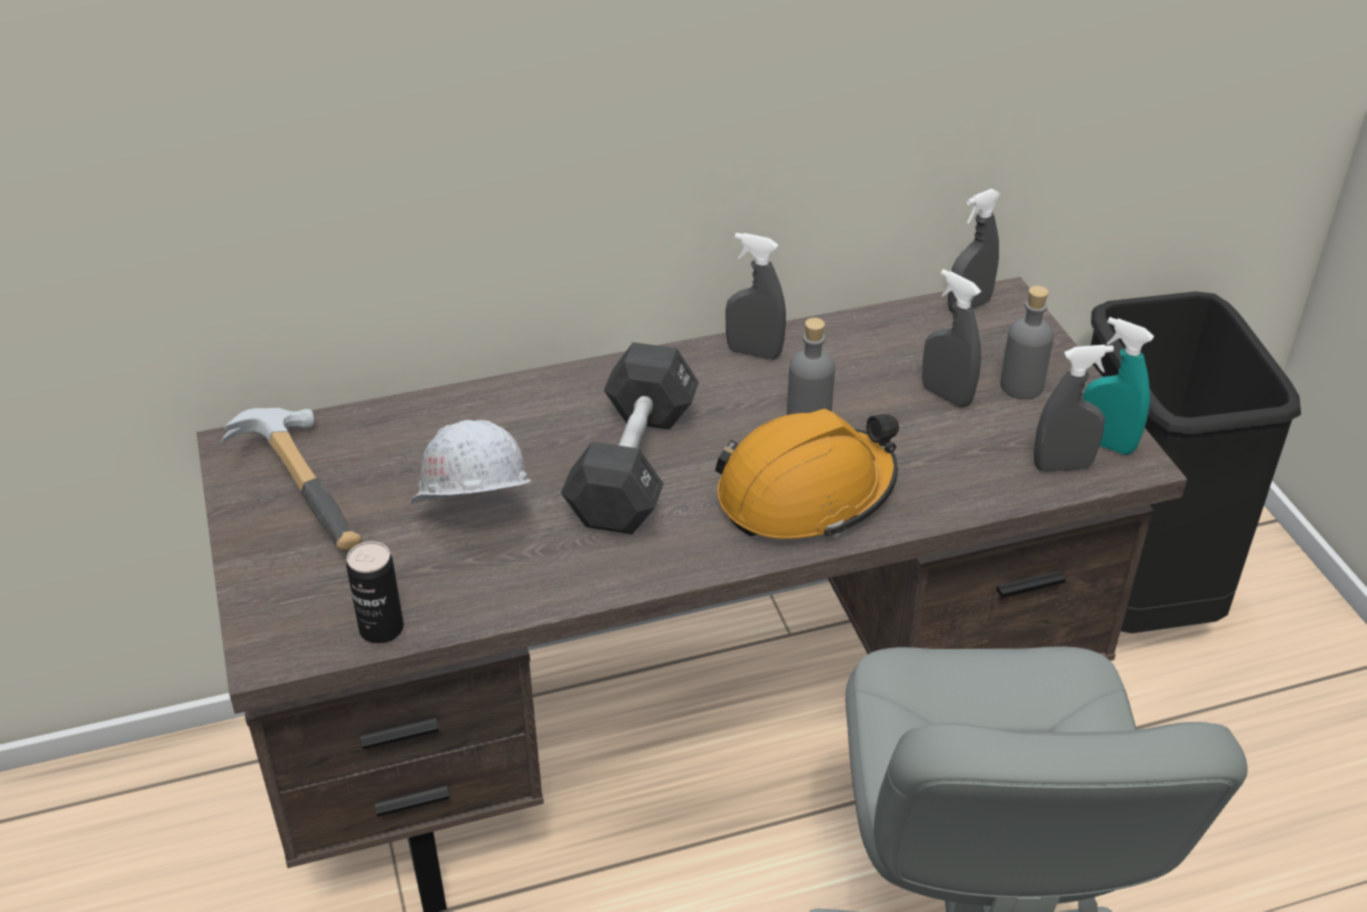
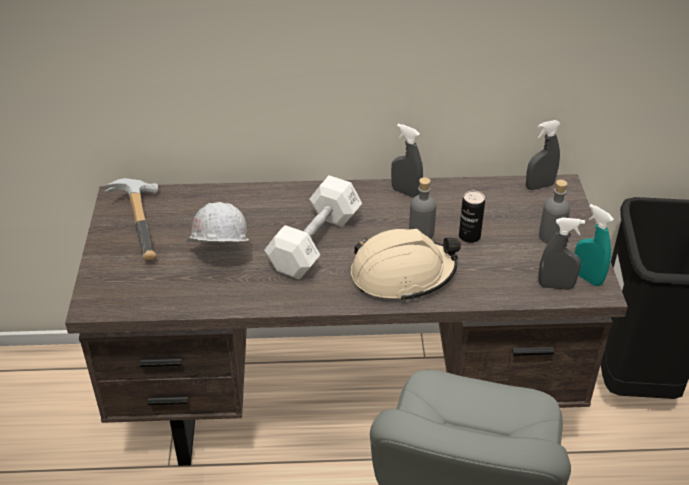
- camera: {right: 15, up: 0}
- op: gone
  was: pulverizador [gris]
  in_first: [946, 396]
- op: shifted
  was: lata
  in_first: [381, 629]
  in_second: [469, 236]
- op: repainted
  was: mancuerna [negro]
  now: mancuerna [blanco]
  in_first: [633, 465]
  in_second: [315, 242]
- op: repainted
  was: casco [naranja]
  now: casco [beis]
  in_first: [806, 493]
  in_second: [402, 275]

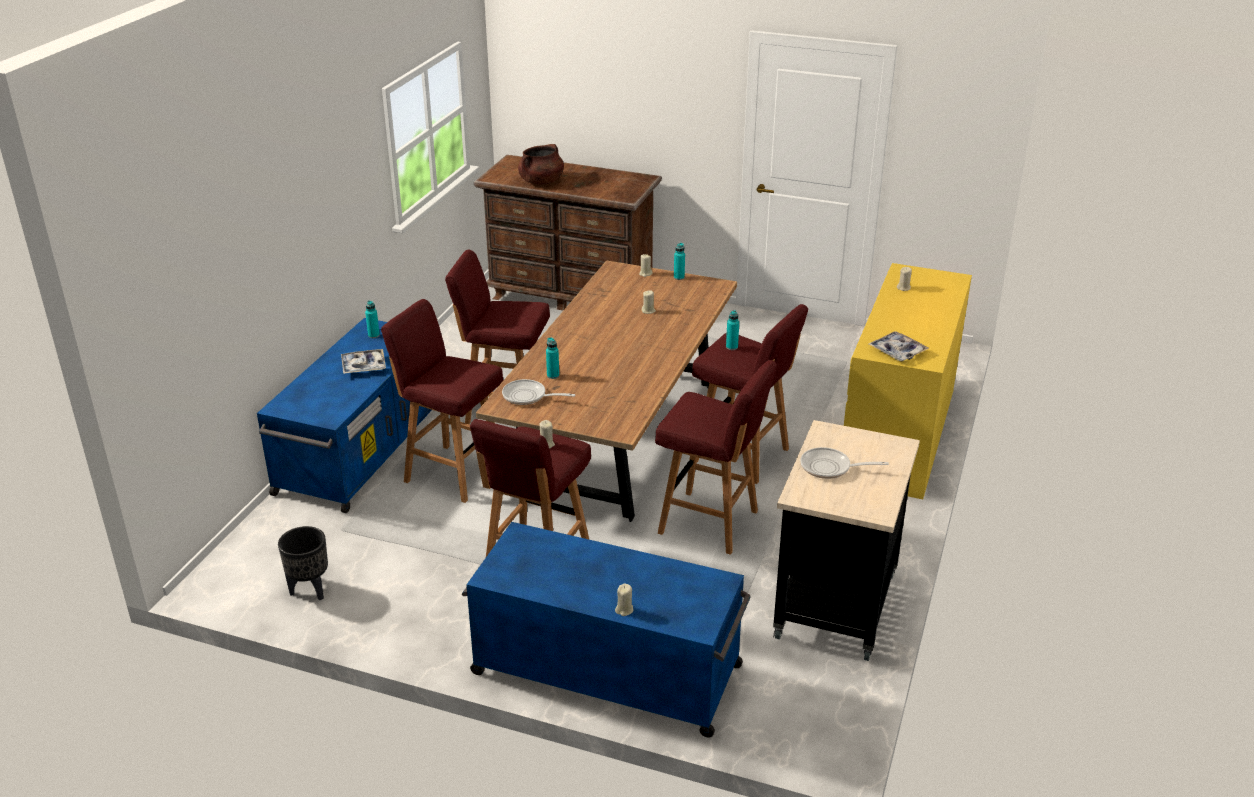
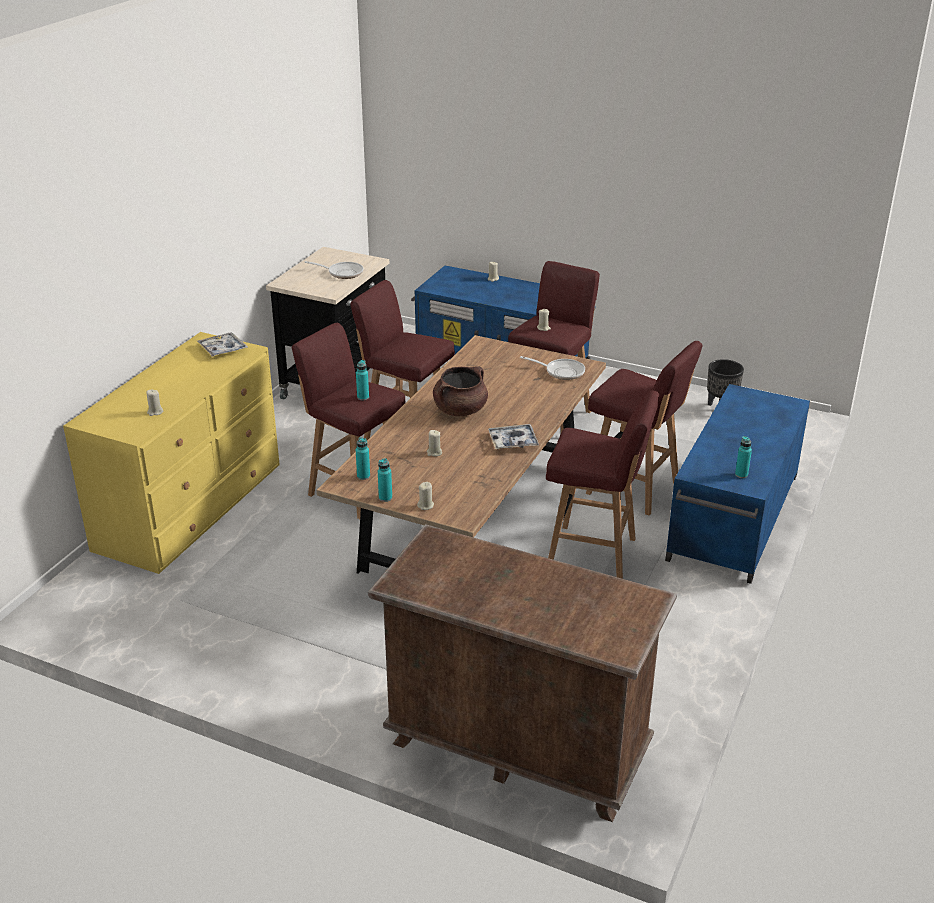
- camera: {right: -175, up: 0}
- op: shifted
  was: bandeja
  in_first: [363, 366]
  in_second: [513, 442]
- op: shifted
  was: olla [marrón]
  in_first: [541, 181]
  in_second: [460, 410]
- op: shifted
  was: botella [turquesa]
  in_first: [553, 375]
  in_second: [363, 476]

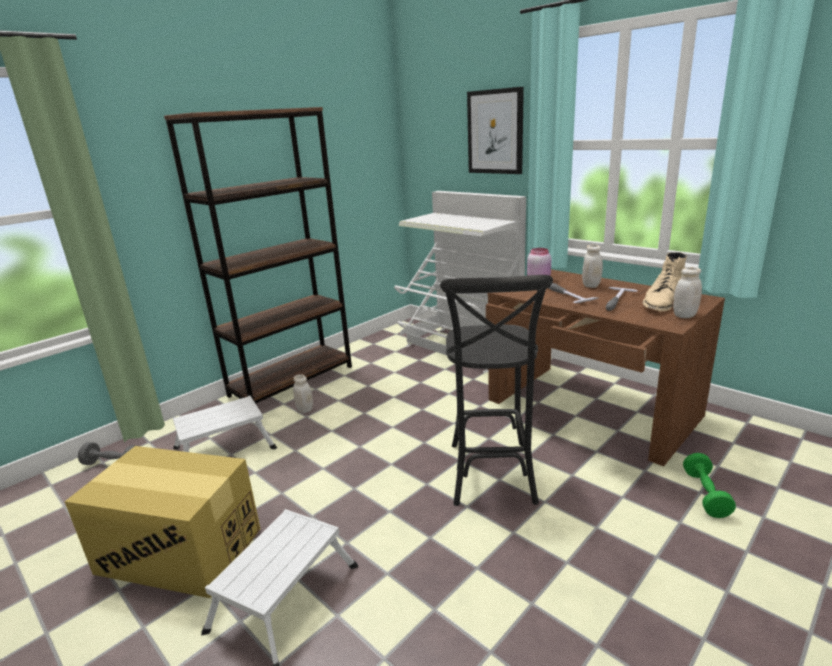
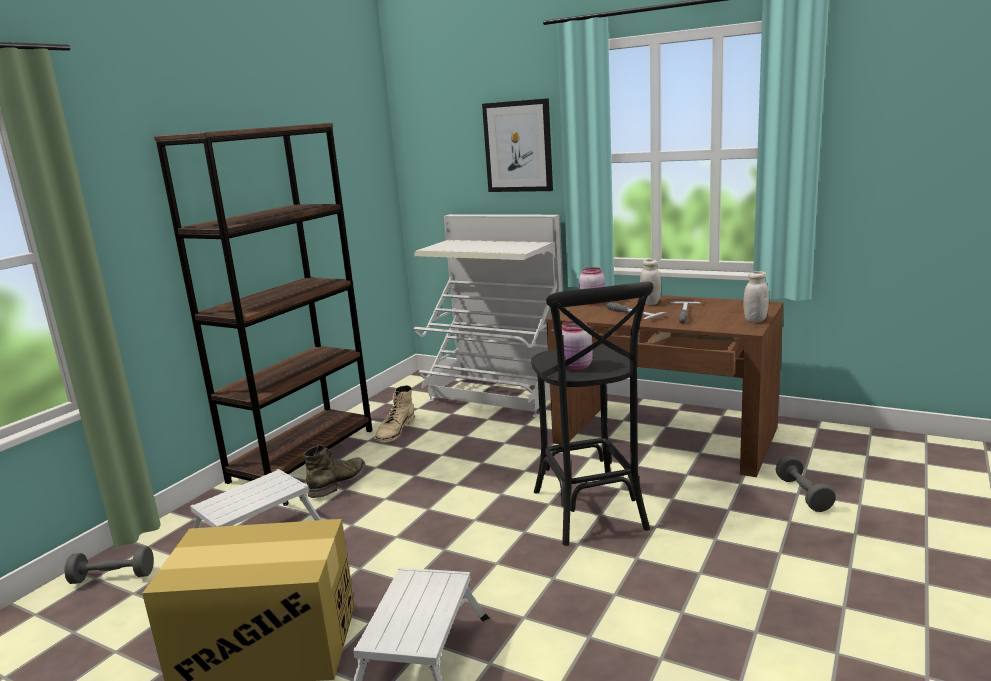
- camera: {right: -15, up: -5}
- op: new
  now: tarro [rosa]
  in_second: [575, 367]
- op: shifted
  was: bota [beis]
  in_first: [661, 302]
  in_second: [395, 431]
- op: swapped
  was: tarro [blanco]
  now: bota [verde]
  in_first: [305, 409]
  in_second: [338, 482]
- op: repainted
  was: mancuerna [verde]
  now: mancuerna [gris]
  in_first: [705, 494]
  in_second: [803, 494]

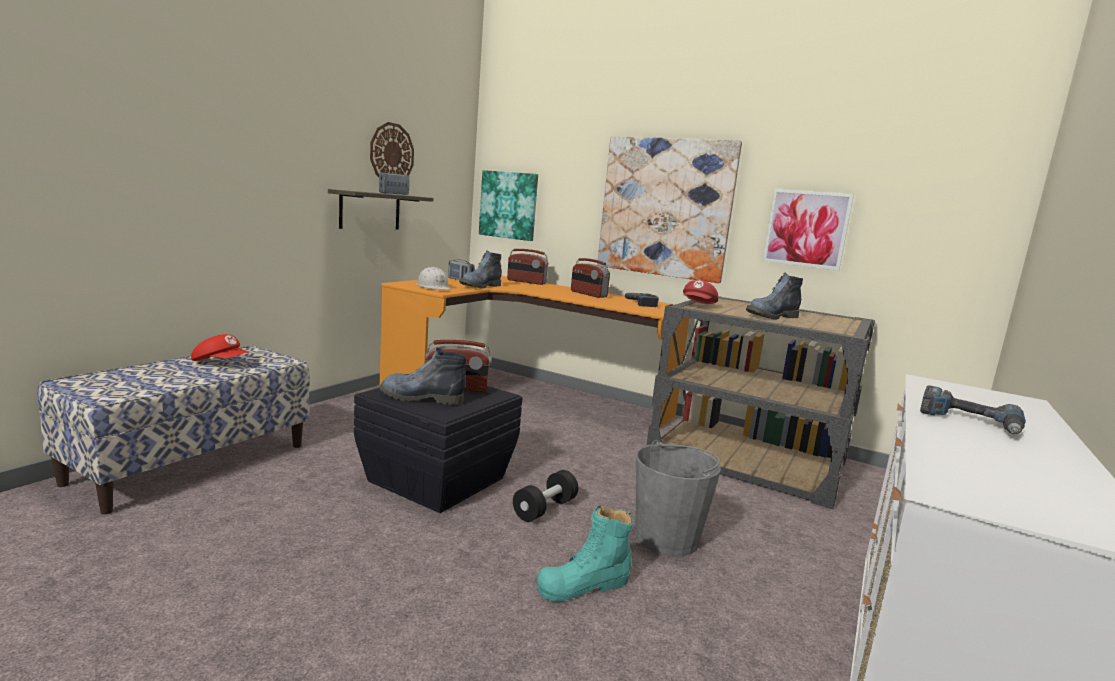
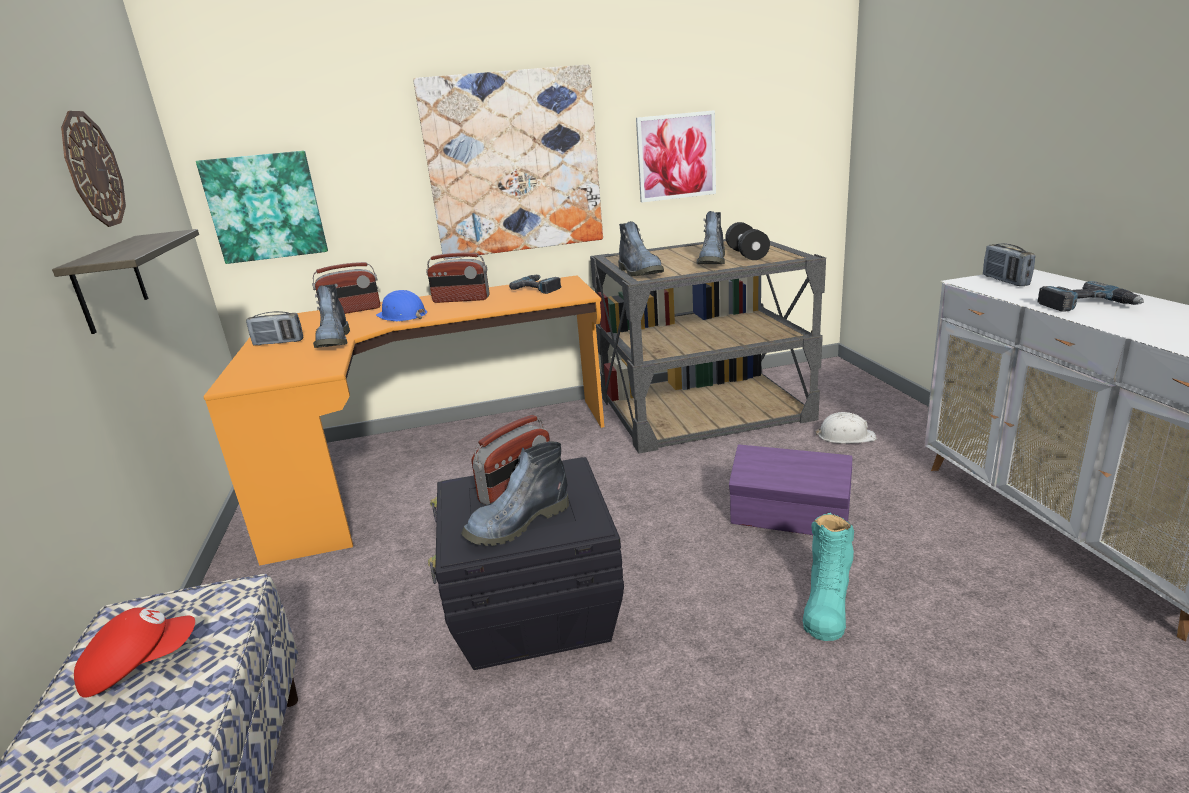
- camera: {right: -40, up: 10}
- op: new
  now: casco [azul]
  in_second: [402, 316]
- op: shifted
  was: radio
  in_first: [394, 194]
  in_second: [1005, 281]
- op: shifted
  was: casco [blanco]
  in_first: [433, 287]
  in_second: [845, 436]
- op: shifted
  was: mancuerna [negro]
  in_first: [545, 509]
  in_second: [746, 254]
- op: swapped
  was: cubo [gris]
  now: caja de almacenaje [morado]
  in_first: [667, 538]
  in_second: [790, 519]
- op: swapped
  was: gorra [rojo]
  now: bota
  in_first: [698, 305]
  in_second: [640, 272]

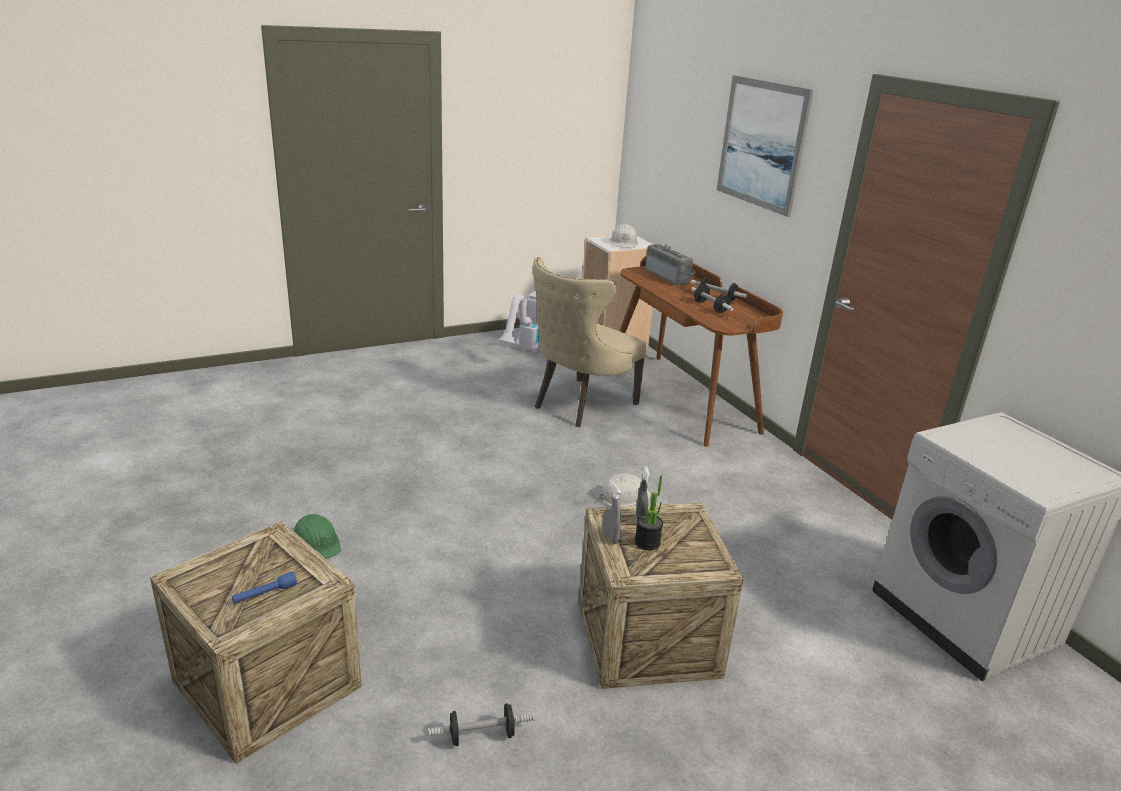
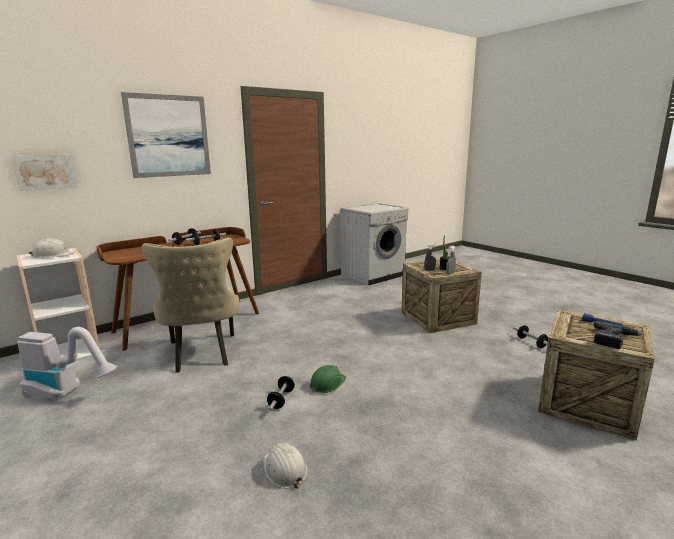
- camera: {right: -100, up: -10}
- op: gone
  was: radio
  in_first: [669, 276]
- op: new
  now: cuadro
  in_second: [45, 172]
- op: new
  now: mancuerna
  in_second: [281, 399]
- op: new
  now: taladro
  in_second: [614, 339]
- op: shifted
  was: casco [verde]
  in_first: [317, 543]
  in_second: [327, 383]
- op: shifted
  was: casco [blanco]
  in_first: [624, 496]
  in_second: [284, 469]
- op: rotated
  was: silla [beis]
  in_first: [580, 405]
  in_second: [202, 354]
  clockwise: 45

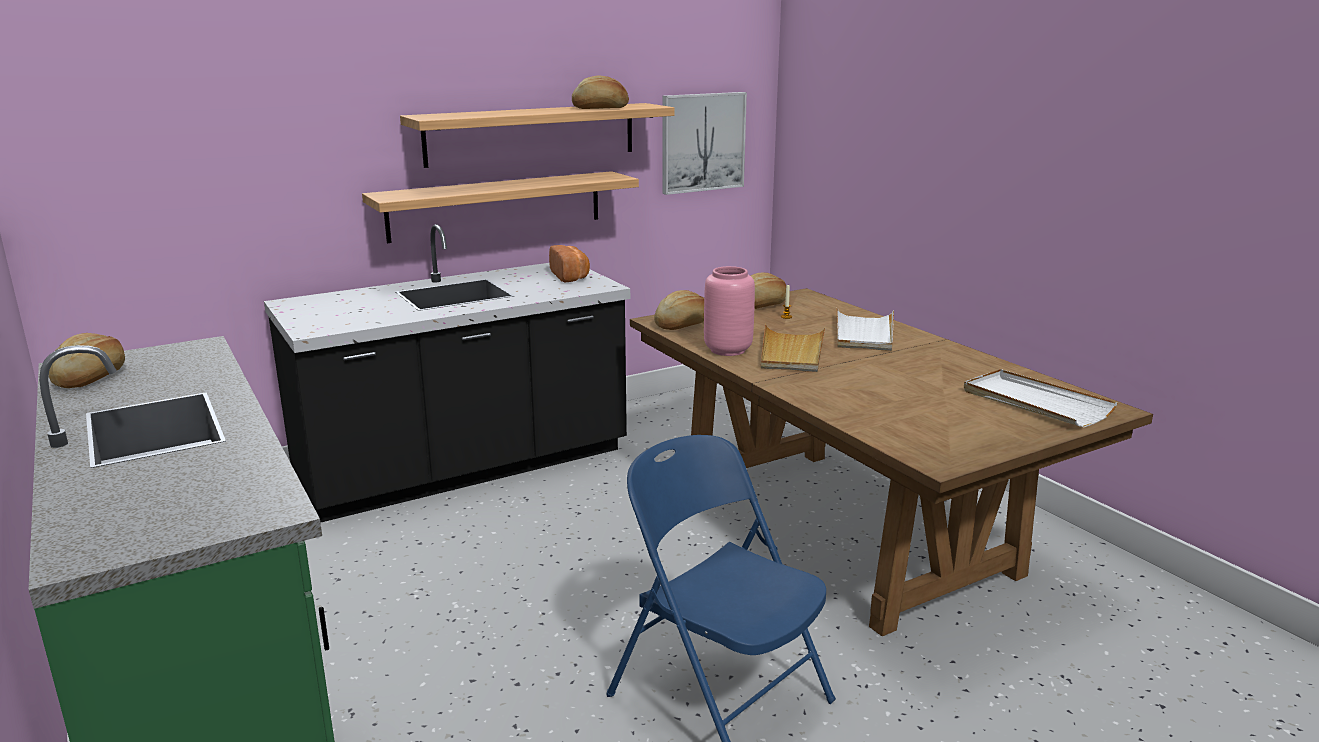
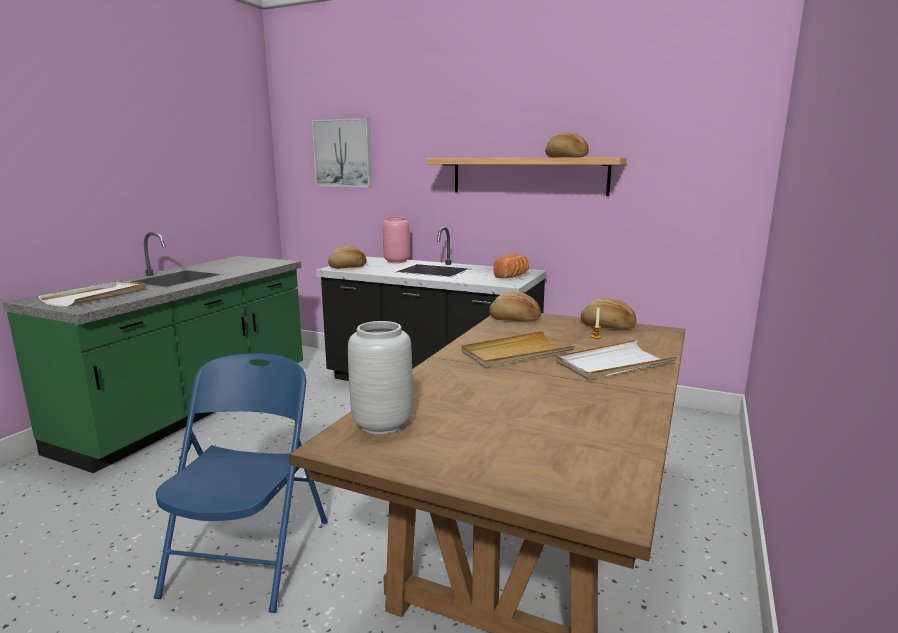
- camera: {right: 55, up: -5}
- op: gone
  was: estante
  in_first: [496, 206]
- op: new
  now: florero [gris]
  in_second: [381, 425]
- op: shifted
  was: pan
  in_first: [91, 377]
  in_second: [348, 267]
- op: shifted
  was: cuadro
  in_first: [702, 142]
  in_second: [343, 153]
- op: shifted
  was: florero [rosa]
  in_first: [729, 350]
  in_second: [397, 261]
- op: shifted
  was: bandeja [blanco]
  in_first: [1035, 403]
  in_second: [97, 296]

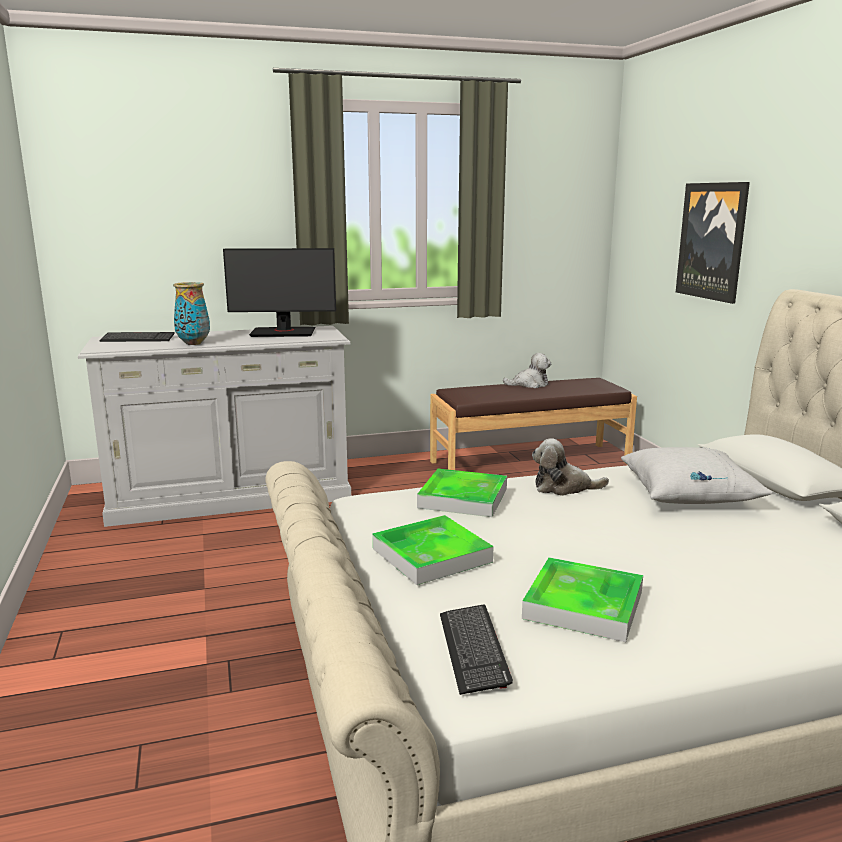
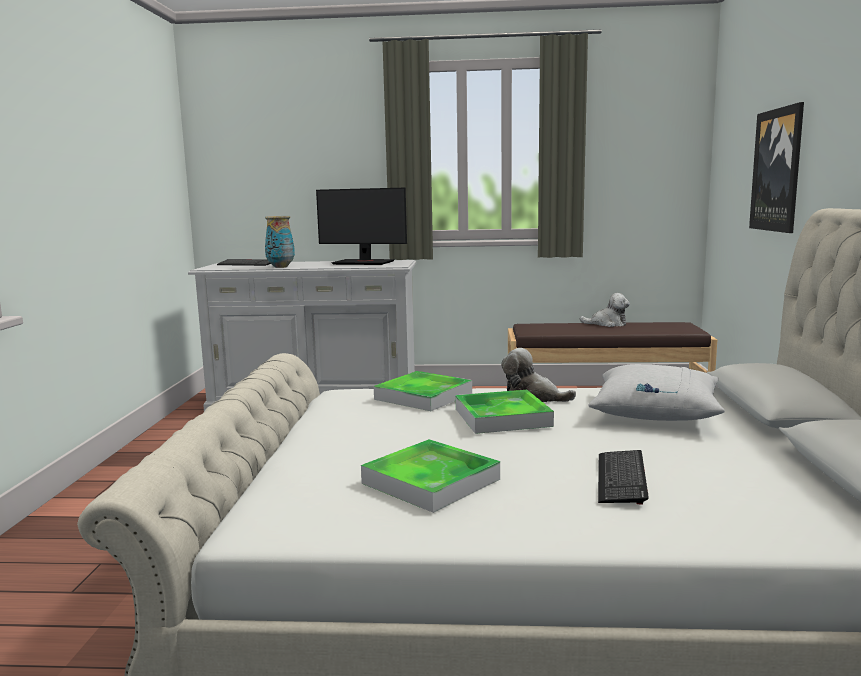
- camera: {right: 20, up: -5}
- op: shifted
  was: bandeja
  in_first: [431, 555]
  in_second: [502, 417]
- op: shifted
  was: teclado
  in_first: [473, 649]
  in_second: [621, 478]

